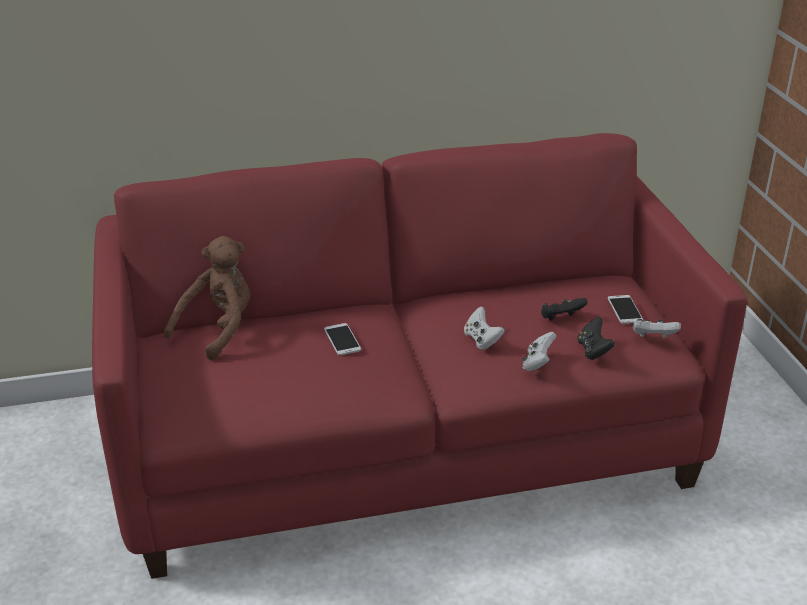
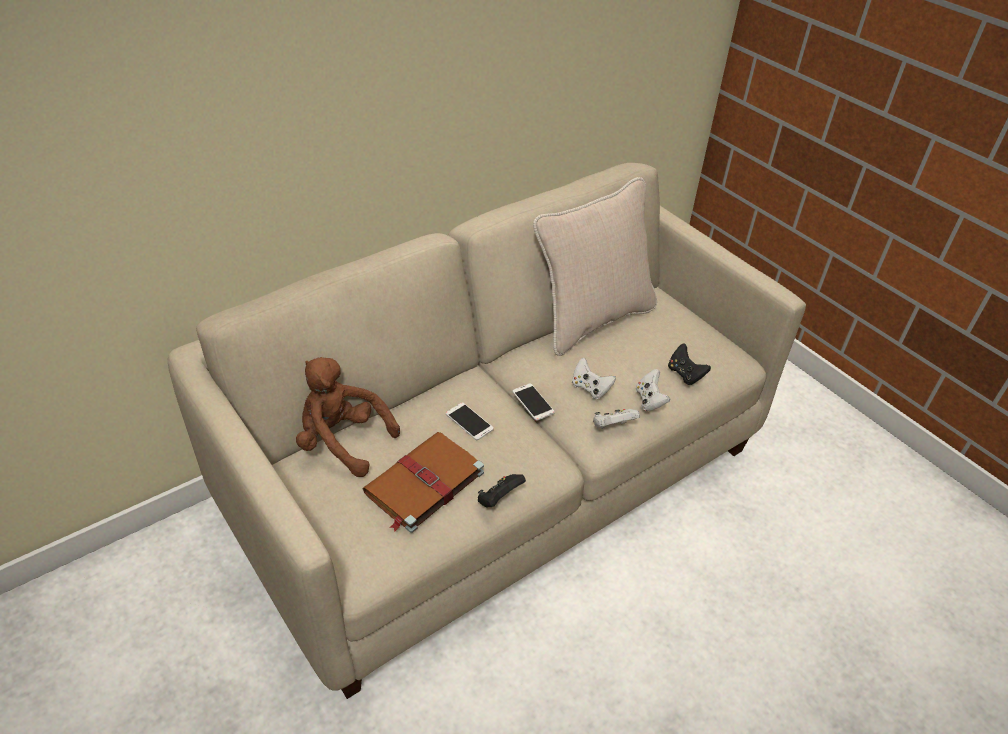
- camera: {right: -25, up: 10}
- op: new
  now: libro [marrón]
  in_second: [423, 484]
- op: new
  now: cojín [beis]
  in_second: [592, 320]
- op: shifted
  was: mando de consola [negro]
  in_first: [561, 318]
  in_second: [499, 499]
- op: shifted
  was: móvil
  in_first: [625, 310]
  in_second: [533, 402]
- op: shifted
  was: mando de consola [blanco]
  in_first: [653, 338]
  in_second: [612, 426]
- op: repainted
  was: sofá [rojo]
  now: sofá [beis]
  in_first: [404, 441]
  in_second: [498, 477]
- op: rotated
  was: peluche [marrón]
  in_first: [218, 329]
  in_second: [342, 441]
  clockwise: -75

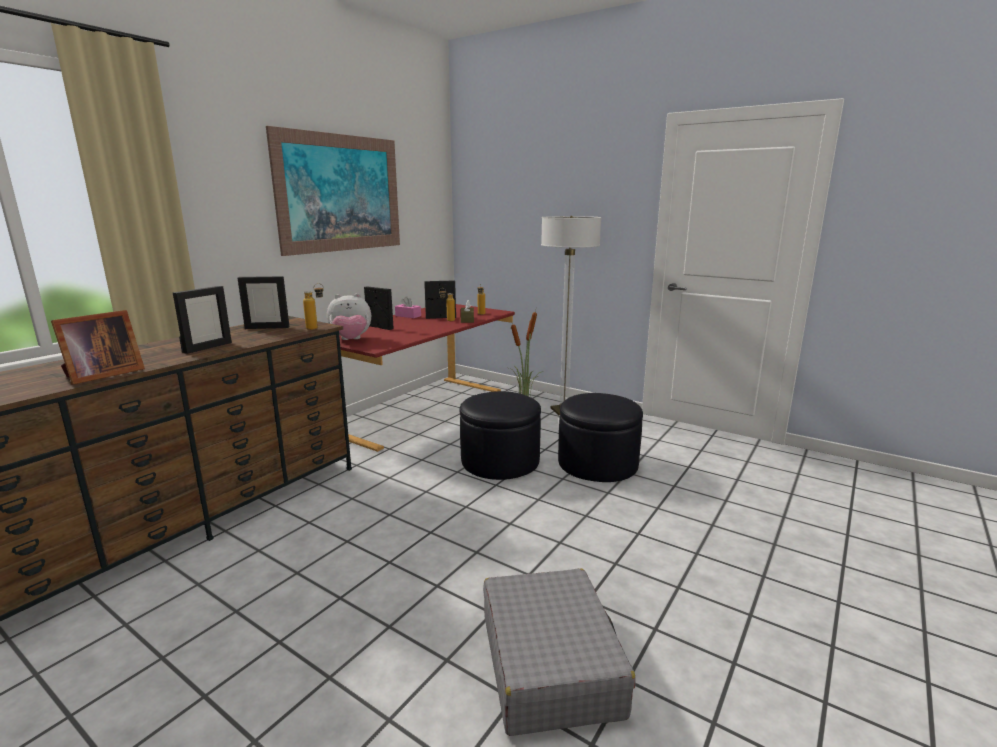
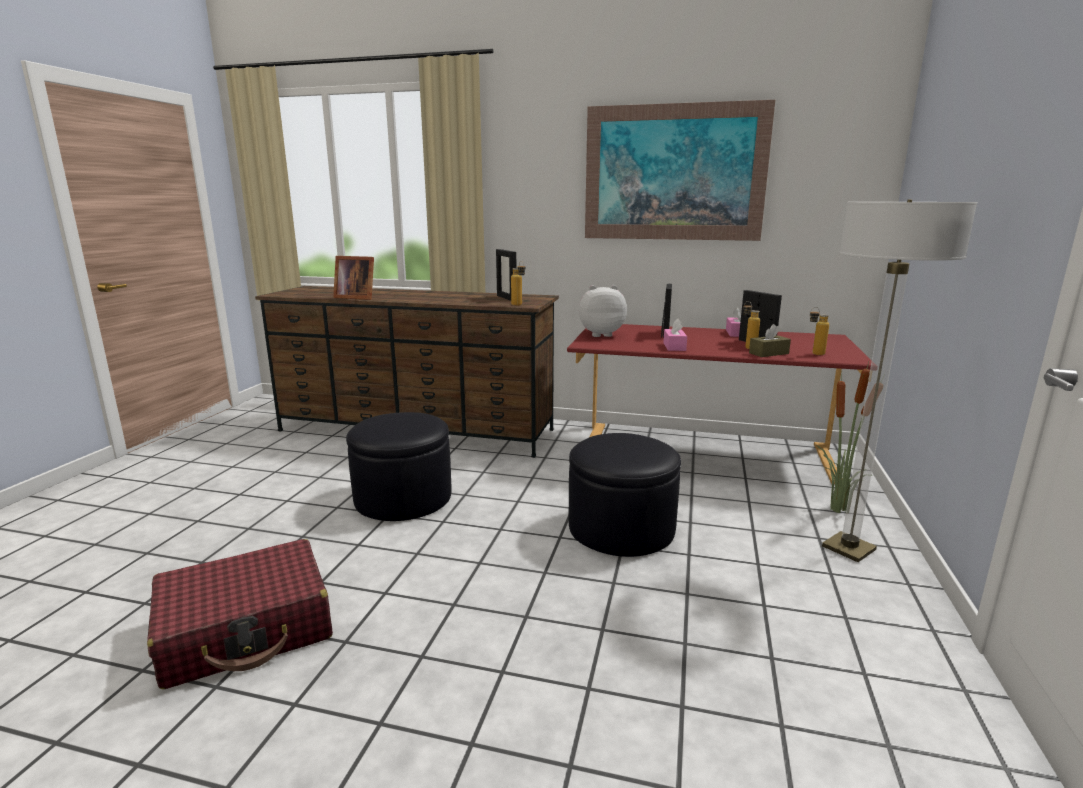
- camera: {right: 70, up: 0}
- op: gone
  was: portarretratos
  in_first: [207, 347]
- op: new
  now: caja de pañuelos [rosa]
  in_second: [674, 347]
- op: shifted
  was: puf [negro]
  in_first: [597, 463]
  in_second: [403, 497]
- op: repainted
  was: maleta [gris]
  now: maleta [rojo]
  in_first: [550, 663]
  in_second: [247, 629]
- op: rotated
  was: peluche
  in_first: [351, 340]
  in_second: [600, 334]
  clockwise: 120

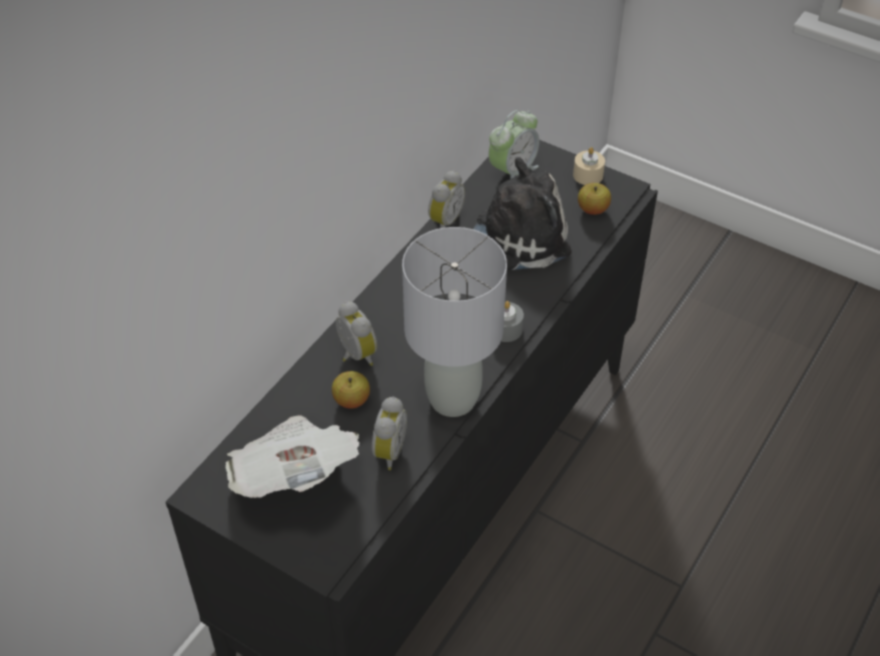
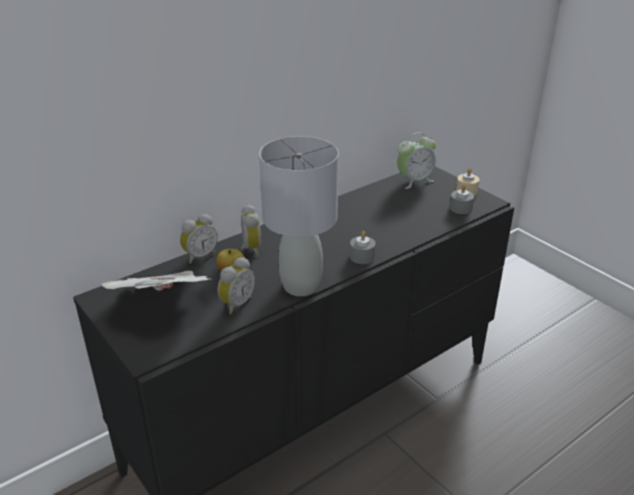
- camera: {right: 20, up: -15}
- op: gone
  was: peluche
  in_first: [516, 237]
- op: shifted
  was: despertador
  in_first: [444, 221]
  in_second: [199, 256]
- op: swapped
  was: manzana
  now: vela [gris]
  in_first: [593, 209]
  in_second: [460, 208]

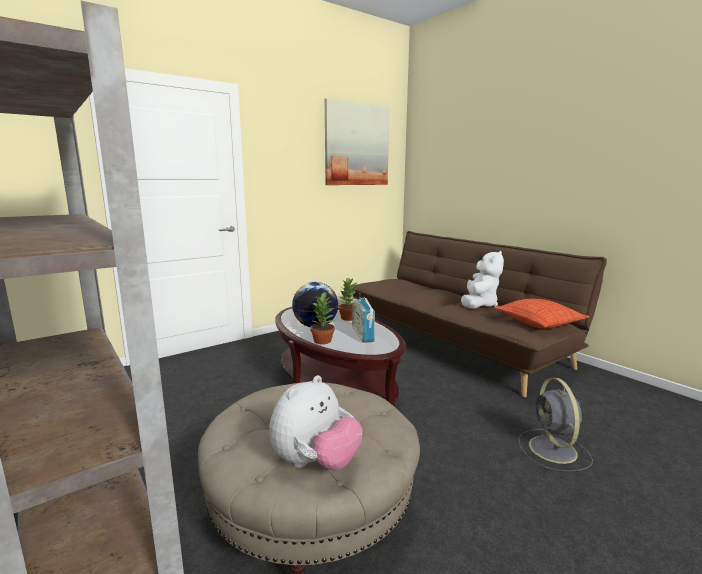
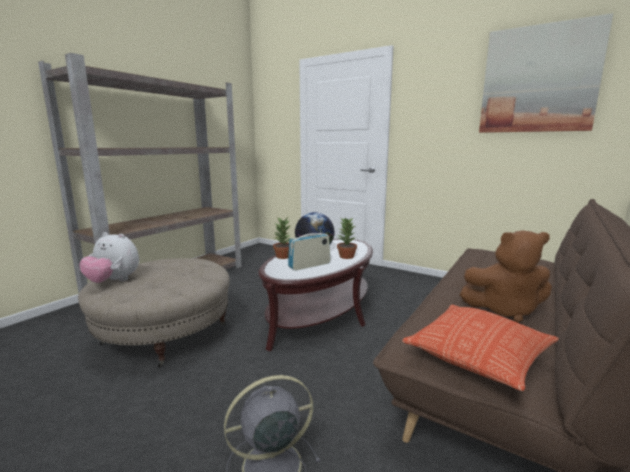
- camera: {right: 70, up: 0}
- op: repainted
  was: peluche [blanco]
  now: peluche [marrón]
  in_first: [479, 304]
  in_second: [504, 310]

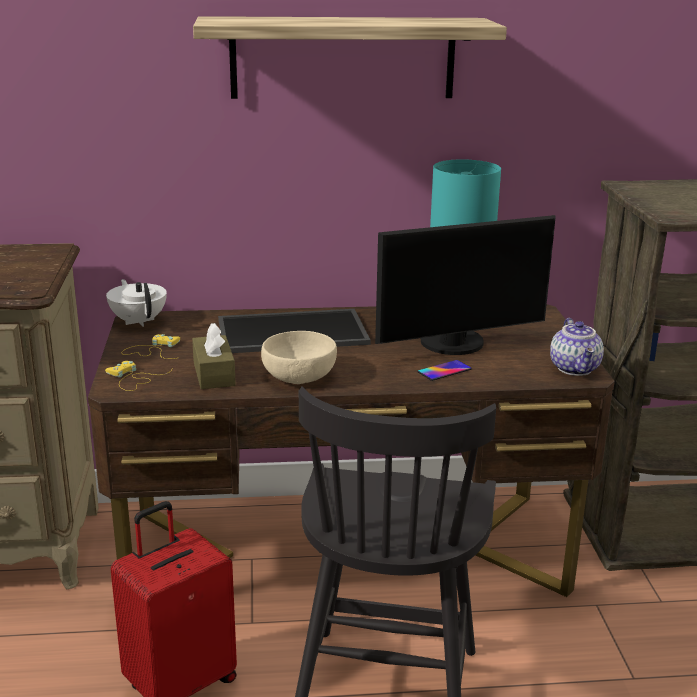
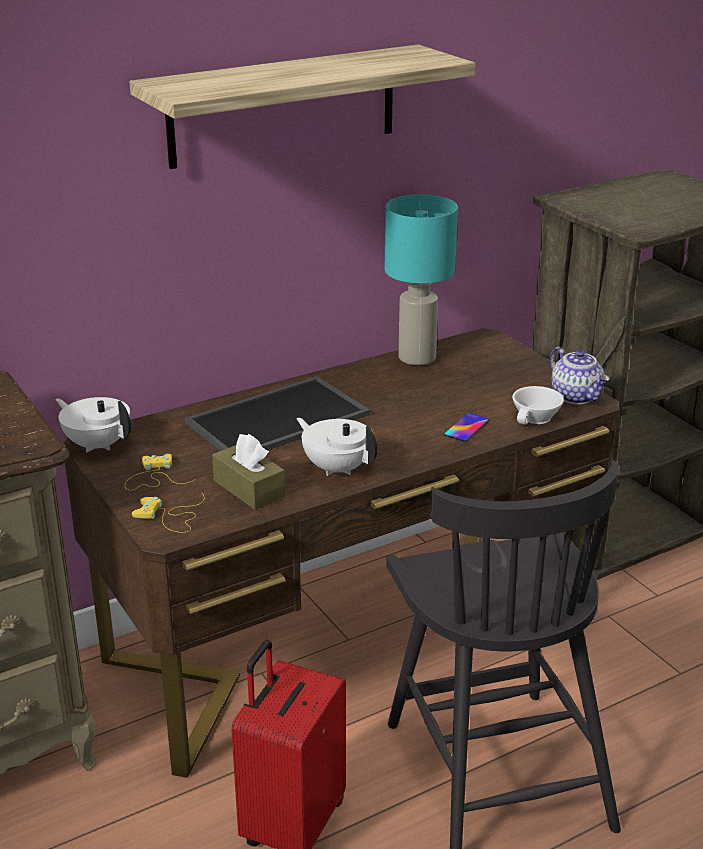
- camera: {right: -25, up: 5}
- op: gone
  was: monitor
  in_first: [455, 345]
- op: new
  now: taza [blanco]
  in_second: [537, 418]
- op: swapped
  was: cuenco [beis]
  now: tetera [blanco]
  in_first: [300, 375]
  in_second: [337, 468]

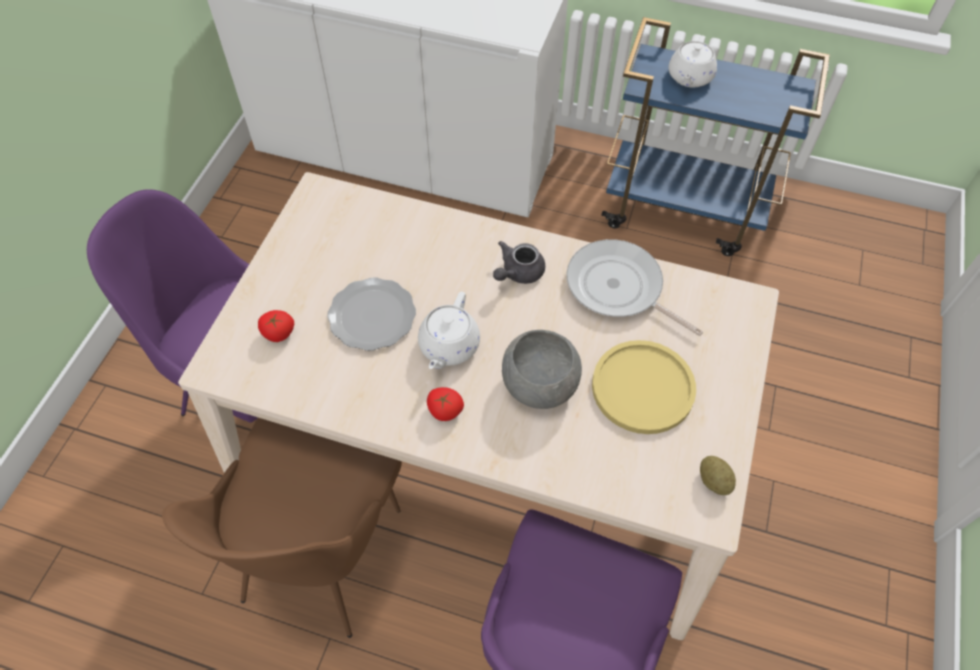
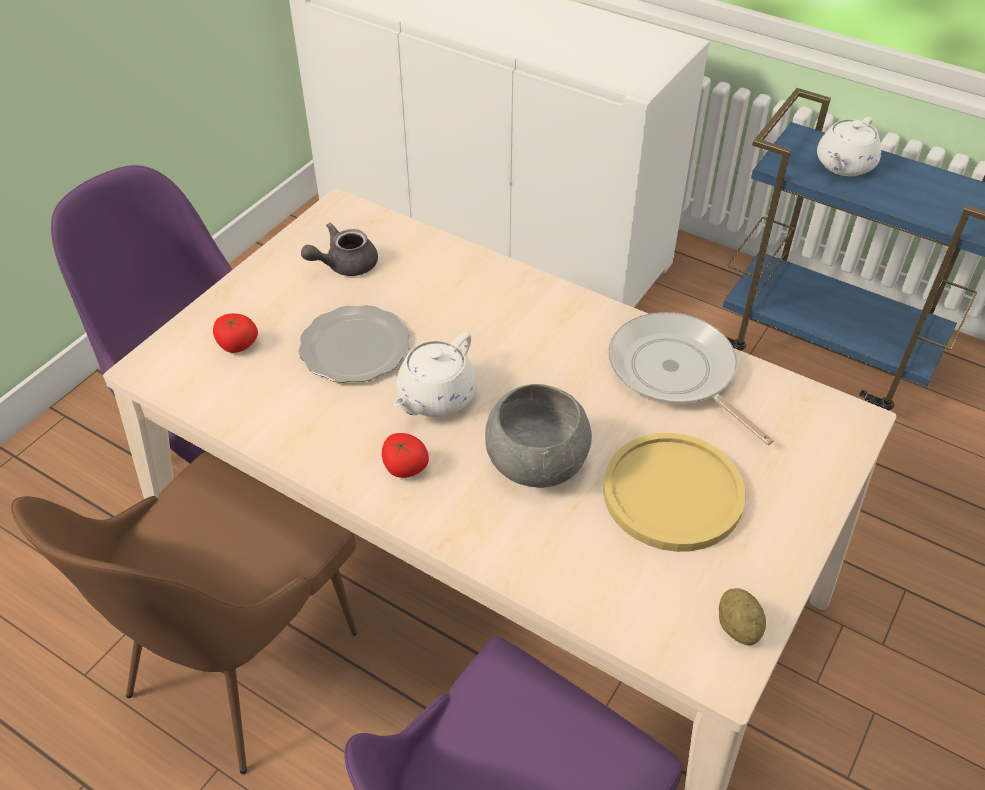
- camera: {right: 15, up: -10}
- op: shifted
  was: tetera [gris]
  in_first: [518, 273]
  in_second: [344, 265]

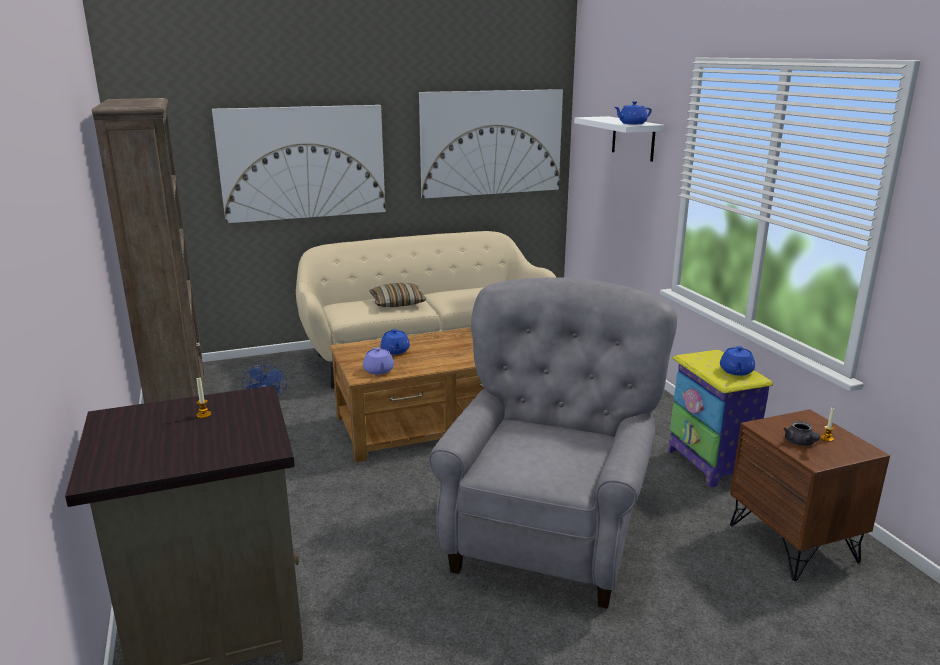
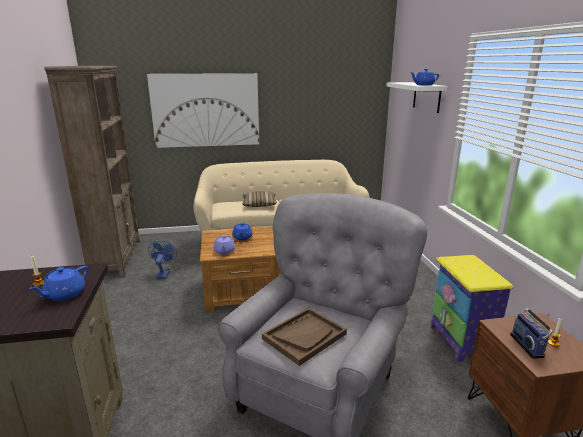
- camera: {right: 10, up: 0}
- op: gone
  was: cuadro
  in_first: [491, 143]
- op: new
  now: bandeja [marrón]
  in_second: [304, 336]
- op: shifted
  was: tetera [azul]
  in_first: [736, 371]
  in_second: [64, 294]
- op: swapped
  was: tetera [gris]
  now: radio
  in_first: [800, 443]
  in_second: [528, 345]

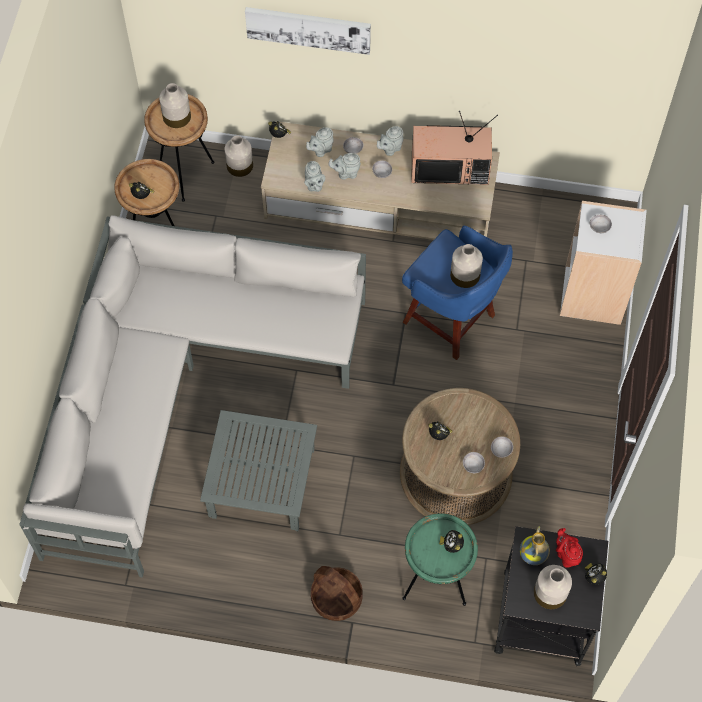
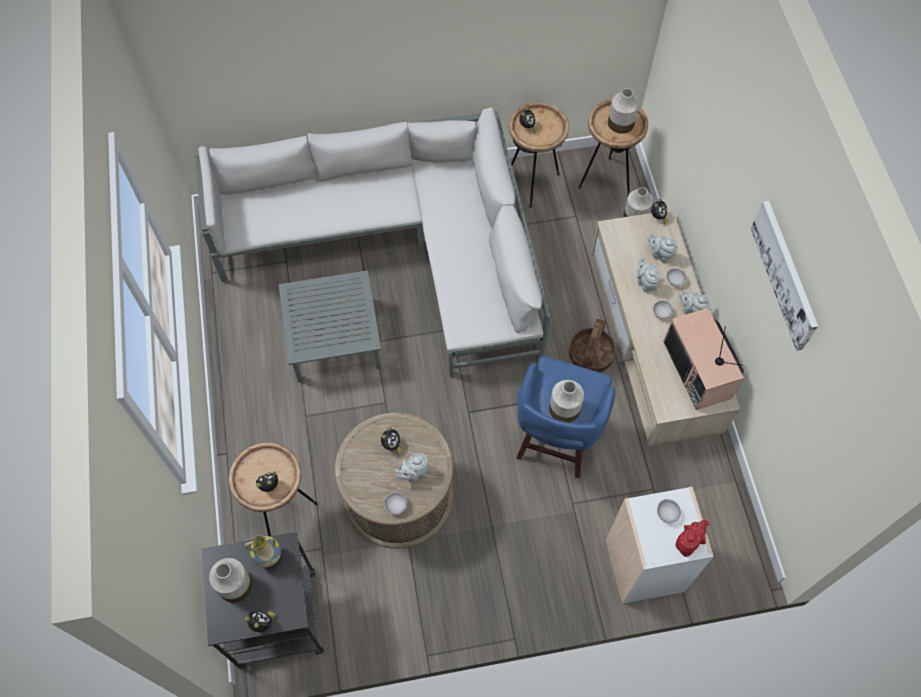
- camera: {right: 70, up: 0}
- op: gone
  was: cuenco [gris]
  in_first: [473, 465]
- op: shifted
  was: cuadro
  in_first: [308, 28]
  in_second: [785, 274]
- op: shifted
  was: tetera [gris]
  in_first: [314, 185]
  in_second: [414, 473]
- op: shifted
  was: cesta
  in_first: [337, 598]
  in_second: [591, 356]
- op: shifted
  was: tetera [rojo]
  in_first: [567, 555]
  in_second: [688, 543]
- op: repainted
  was: mesa auxiliar [verde]
  now: mesa auxiliar [marrón]
  in_first: [435, 584]
  in_second: [282, 511]

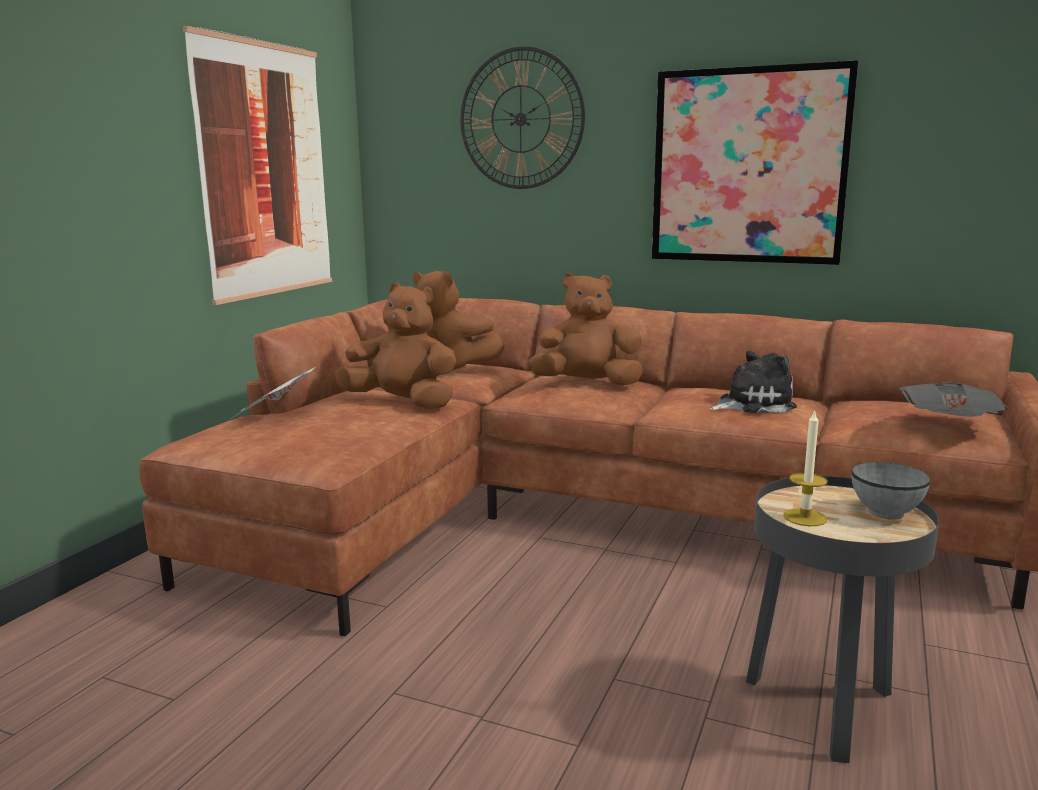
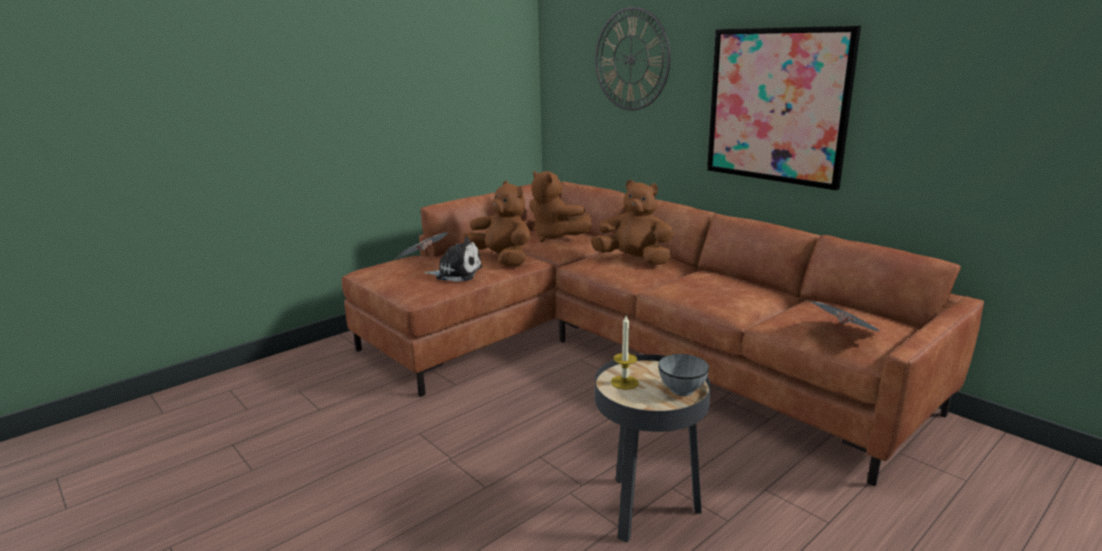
- camera: {right: 25, up: 5}
- op: gone
  was: cuadro
  in_first: [265, 170]
- op: shifted
  was: peluche
  in_first: [752, 404]
  in_second: [456, 273]

